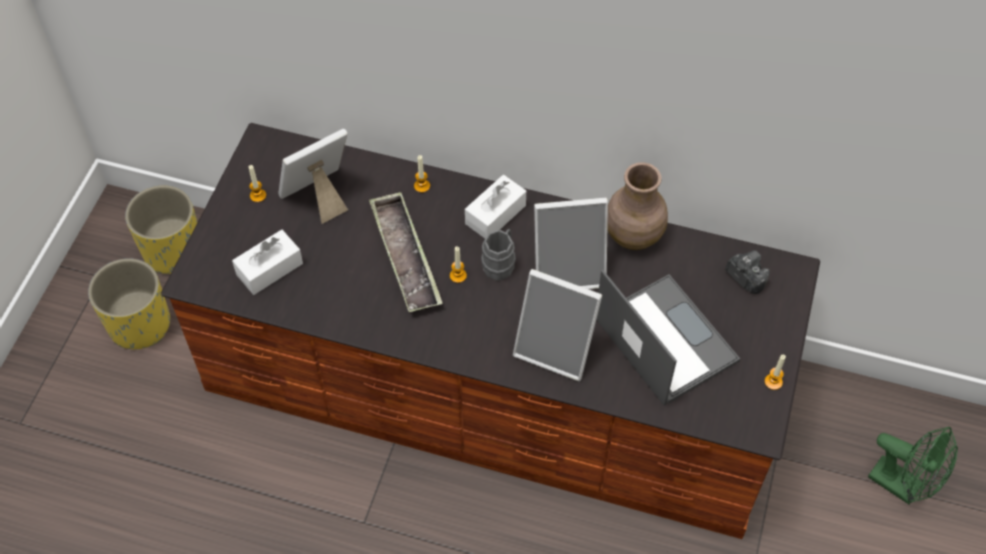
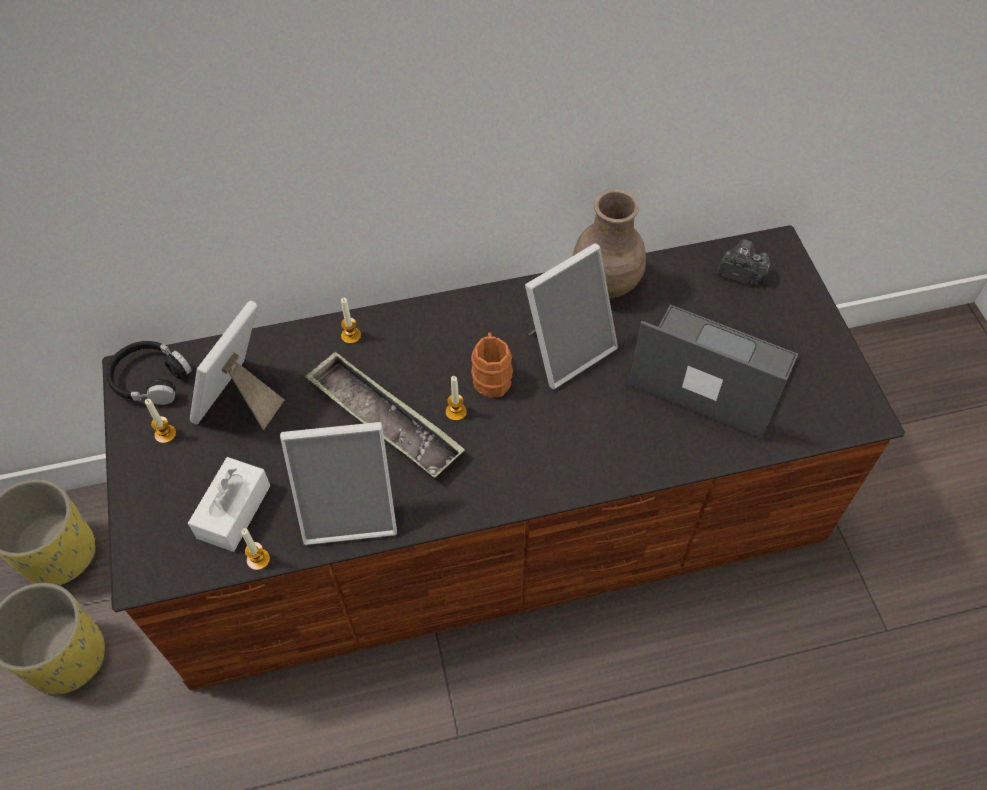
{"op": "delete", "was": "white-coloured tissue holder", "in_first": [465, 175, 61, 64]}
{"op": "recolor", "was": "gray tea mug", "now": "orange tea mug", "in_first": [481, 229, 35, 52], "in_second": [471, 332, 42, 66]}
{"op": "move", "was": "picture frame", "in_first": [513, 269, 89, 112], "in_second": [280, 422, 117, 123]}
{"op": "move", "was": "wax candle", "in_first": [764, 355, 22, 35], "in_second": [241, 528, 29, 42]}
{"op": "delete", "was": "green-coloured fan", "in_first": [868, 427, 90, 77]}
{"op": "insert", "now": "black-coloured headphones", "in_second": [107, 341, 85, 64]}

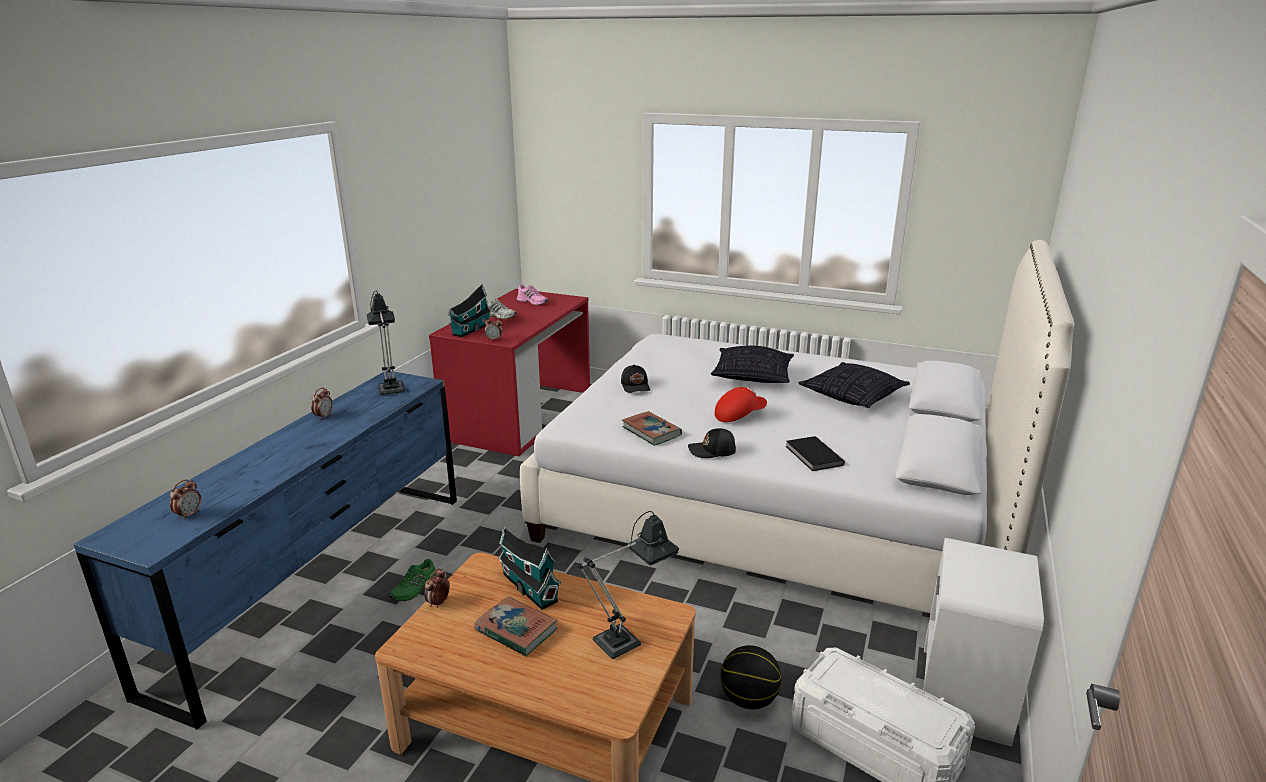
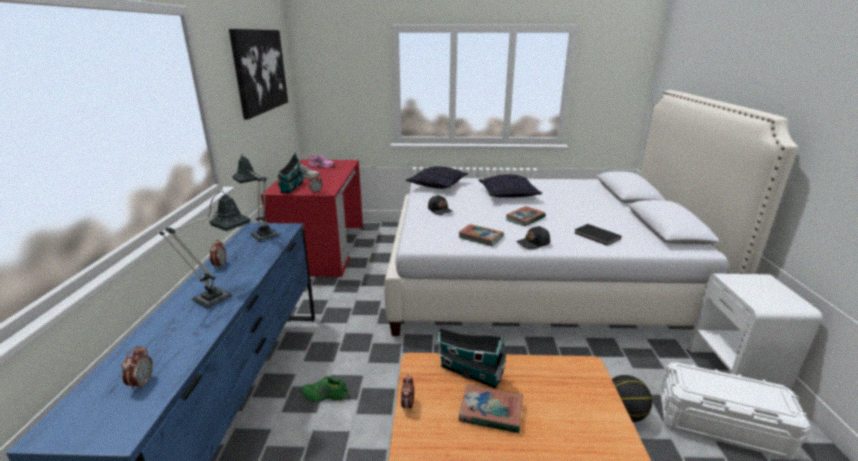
{"op": "move", "was": "cushion", "in_first": [799, 362, 111, 46], "in_second": [406, 166, 62, 23]}
{"op": "replace", "was": "red-coloured peaked cap", "now": "book", "in_first": [715, 387, 52, 35], "in_second": [506, 206, 40, 20]}
{"op": "move", "was": "lamp for a table", "in_first": [578, 511, 101, 148], "in_second": [160, 191, 90, 117]}
{"op": "rotate", "was": "green-coloured shoe", "in_first": [389, 559, 47, 42], "in_second": [301, 376, 48, 26], "clockwise": 75}
{"op": "insert", "now": "wall art", "in_second": [229, 29, 59, 90]}

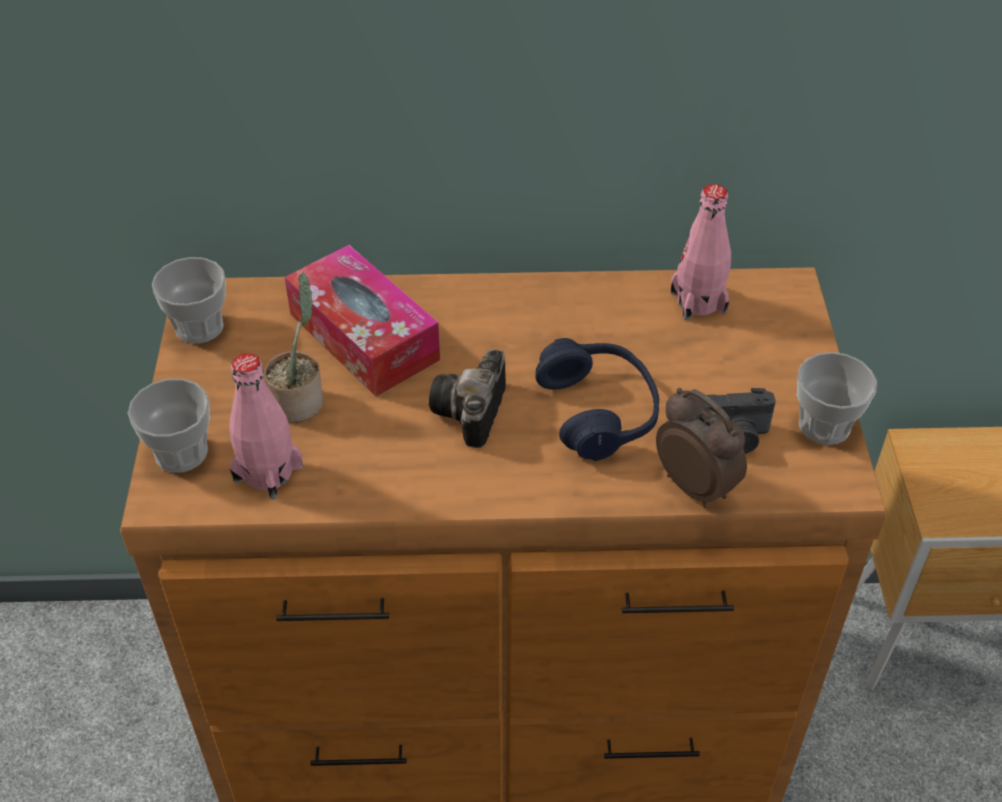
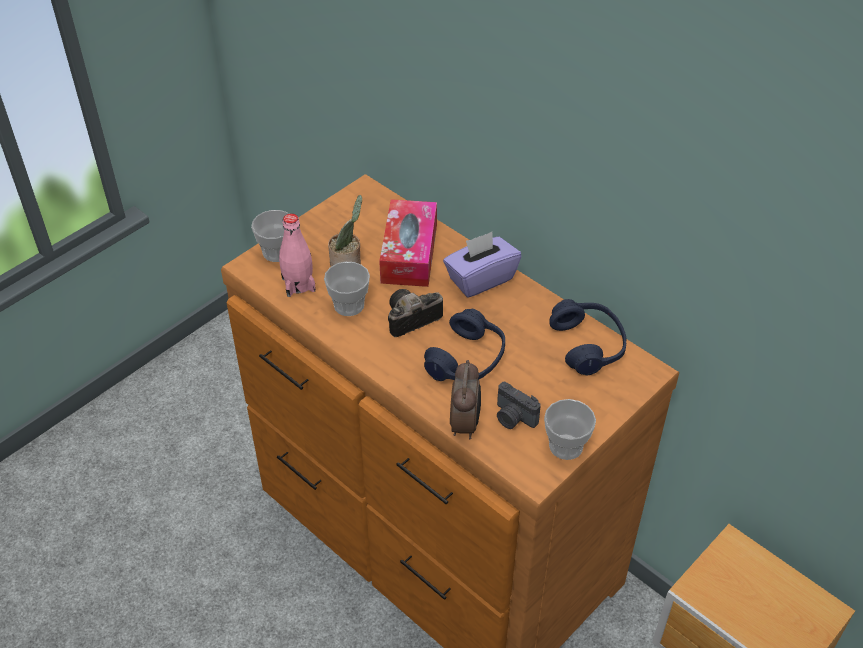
{"op": "replace", "was": "pinkish beverage bottle", "now": "bluish headphones", "in_first": [670, 184, 61, 136], "in_second": [550, 299, 76, 77]}
{"op": "move", "was": "small cup", "in_first": [152, 257, 74, 87], "in_second": [324, 262, 46, 54]}
{"op": "insert", "now": "purple-coloured tissue holder", "in_second": [443, 232, 79, 66]}

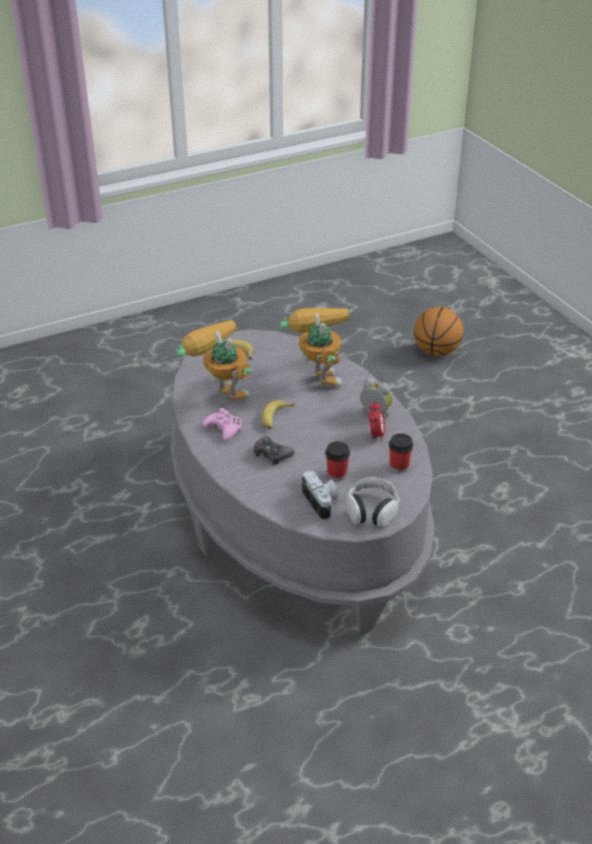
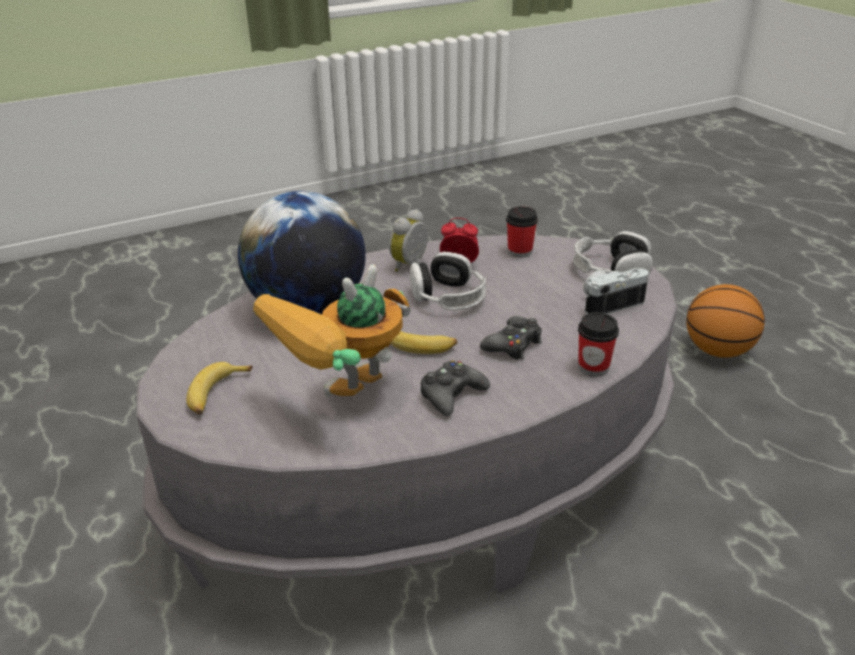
{"op": "move", "was": "basketball", "in_first": [414, 307, 49, 49], "in_second": [686, 284, 79, 74]}
{"op": "replace", "was": "robot figure", "now": "world globe", "in_first": [280, 308, 69, 80], "in_second": [238, 191, 128, 124]}
{"op": "recolor", "was": "pinkish gamepad", "now": "black-coloured gamepad", "in_first": [203, 408, 39, 33], "in_second": [421, 360, 69, 56]}
{"op": "move", "was": "small cup", "in_first": [325, 441, 25, 40], "in_second": [578, 312, 41, 65]}
{"op": "insert", "now": "headphones", "in_second": [410, 252, 76, 58]}

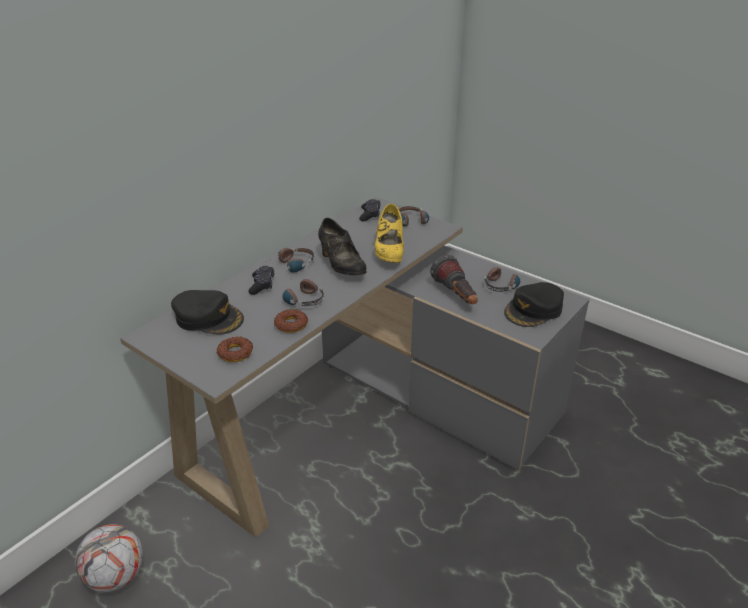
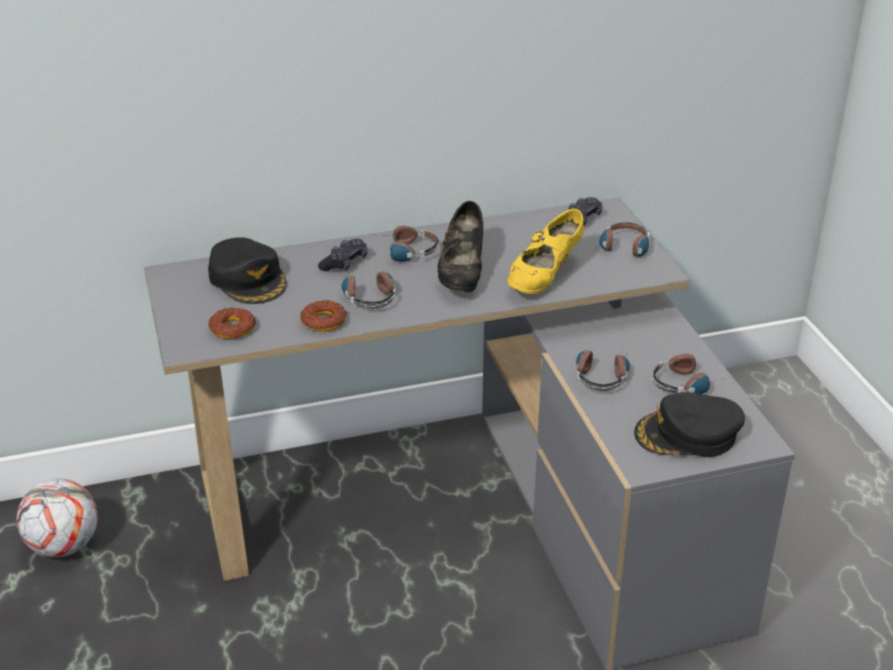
{"op": "replace", "was": "hand torch", "now": "headphones", "in_first": [430, 255, 48, 49], "in_second": [576, 350, 54, 41]}

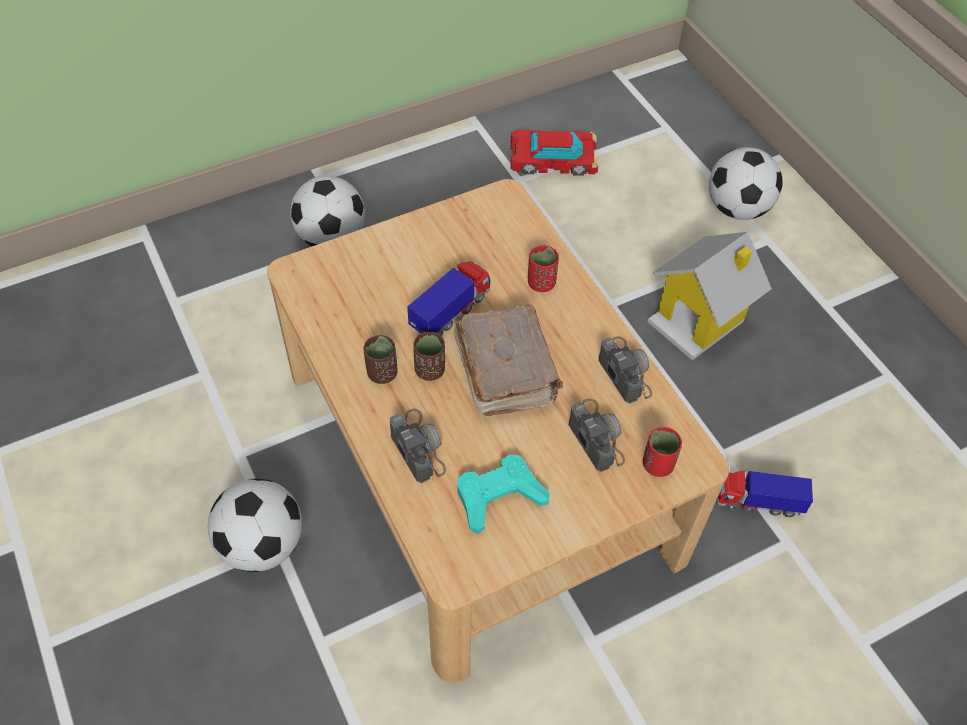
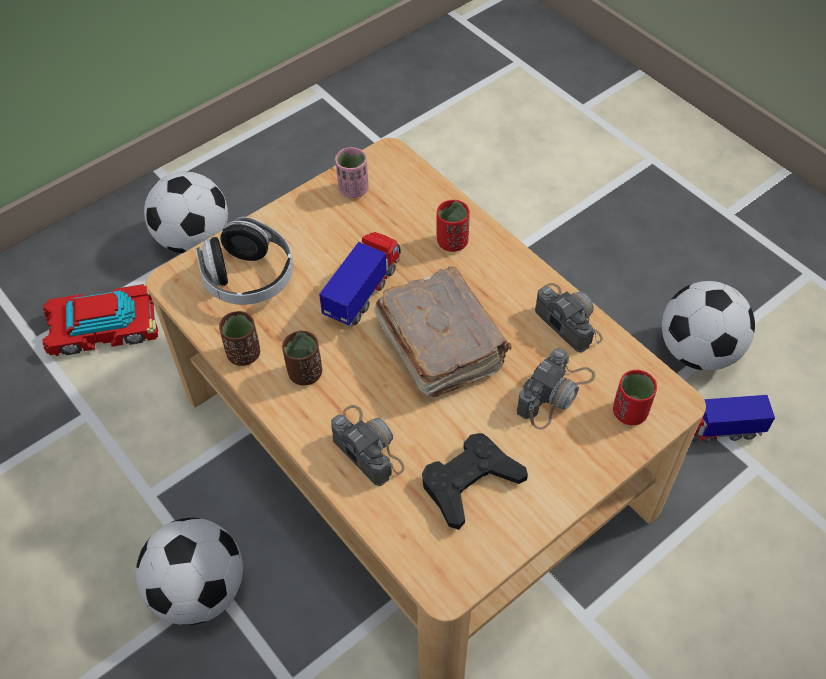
{"op": "move", "was": "miniature car", "in_first": [511, 130, 87, 46], "in_second": [43, 284, 115, 72]}
{"op": "move", "was": "ball for football", "in_first": [709, 147, 74, 73], "in_second": [662, 281, 93, 90]}
{"op": "delete", "was": "model house", "in_first": [648, 232, 124, 128]}
{"op": "move", "was": "brownish small cup", "in_first": [413, 332, 32, 49], "in_second": [219, 311, 41, 55]}
{"op": "rotate", "was": "photo camera", "in_first": [569, 398, 56, 74], "in_second": [517, 348, 78, 82], "clockwise": 75}
{"op": "recolor", "was": "blue-green gamepad", "now": "black-coloured gamepad", "in_first": [458, 455, 92, 79], "in_second": [422, 433, 106, 97]}
{"op": "insert", "now": "pinkish small cup", "in_second": [335, 147, 34, 51]}
{"op": "insert", "now": "headphones", "in_second": [195, 217, 98, 88]}

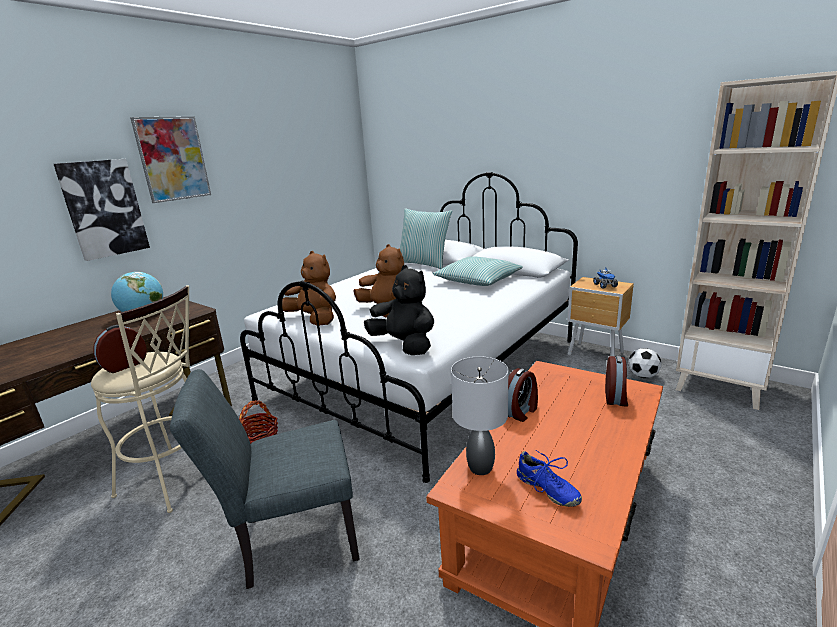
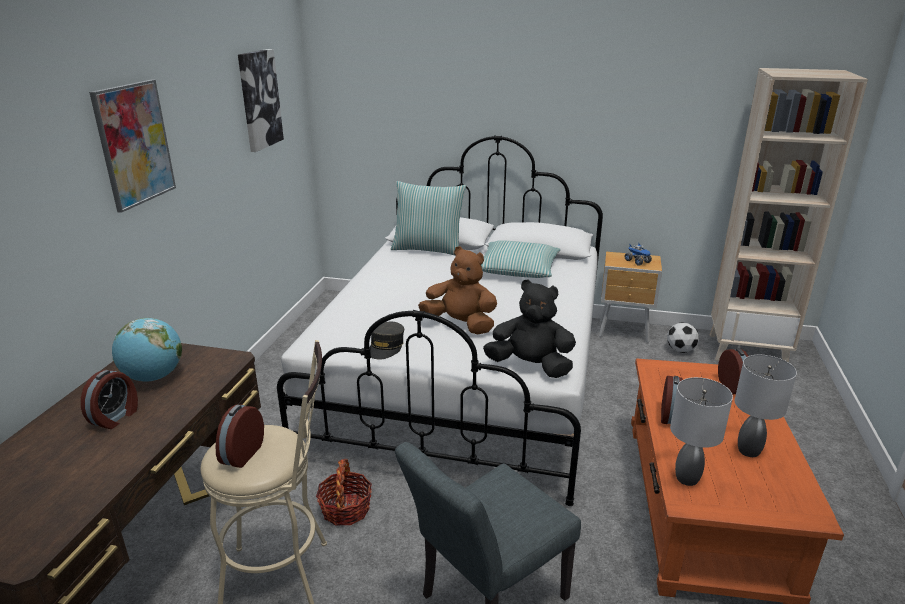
{"op": "move", "was": "wall art", "in_first": [54, 159, 96, 102], "in_second": [238, 49, 46, 103]}
{"op": "replace", "was": "brownish soft toy", "now": "gray peaked cap", "in_first": [282, 251, 54, 74], "in_second": [370, 322, 34, 38]}
{"op": "delete", "was": "bluish shoe", "in_first": [517, 450, 65, 57]}
{"op": "insert", "now": "gray lamp for a table", "in_second": [735, 355, 62, 102]}
{"op": "insert", "now": "alarm clock", "in_second": [81, 370, 57, 59]}

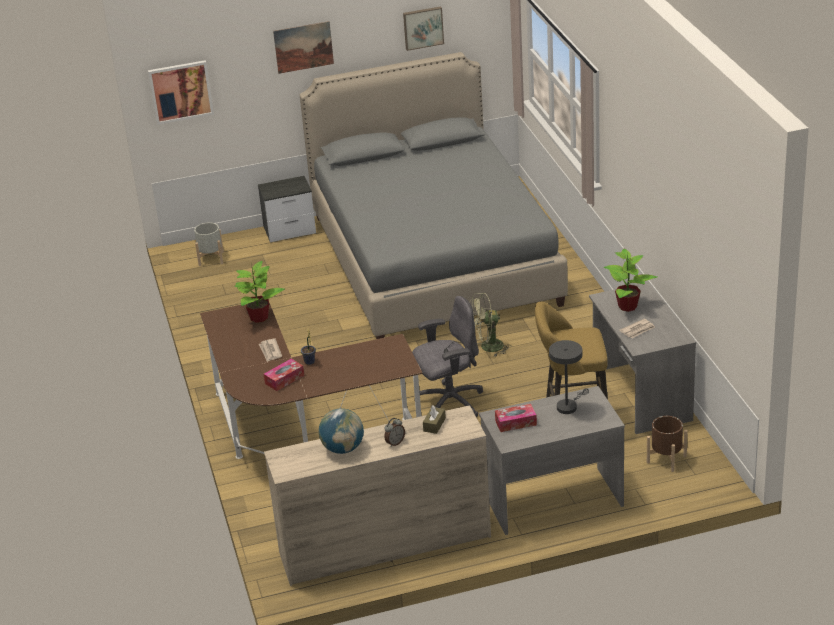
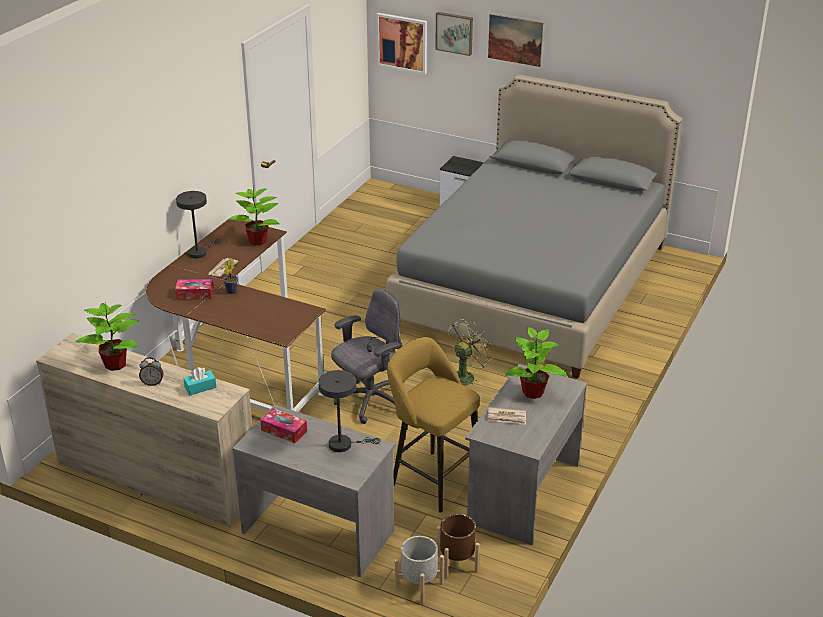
{"op": "move", "was": "wall art", "in_first": [403, 6, 41, 45], "in_second": [435, 12, 38, 44]}
{"op": "move", "was": "gray planter", "in_first": [194, 222, 30, 44], "in_second": [395, 536, 49, 68]}
{"op": "rotate", "was": "green-coloured fan", "in_first": [471, 293, 40, 64], "in_second": [448, 319, 46, 67], "clockwise": 105}
{"op": "rotate", "was": "gray office chair", "in_first": [412, 296, 71, 121], "in_second": [331, 289, 72, 135], "clockwise": -60}
{"op": "recolor", "was": "brownish tissue holder", "now": "blue-green tissue holder", "in_first": [423, 405, 23, 29], "in_second": [183, 367, 33, 29]}
{"op": "replace", "was": "world globe", "now": "houseplant", "in_first": [319, 408, 45, 46], "in_second": [75, 301, 64, 70]}
{"op": "insert", "now": "gray lamp for a table", "in_second": [176, 191, 45, 68]}

